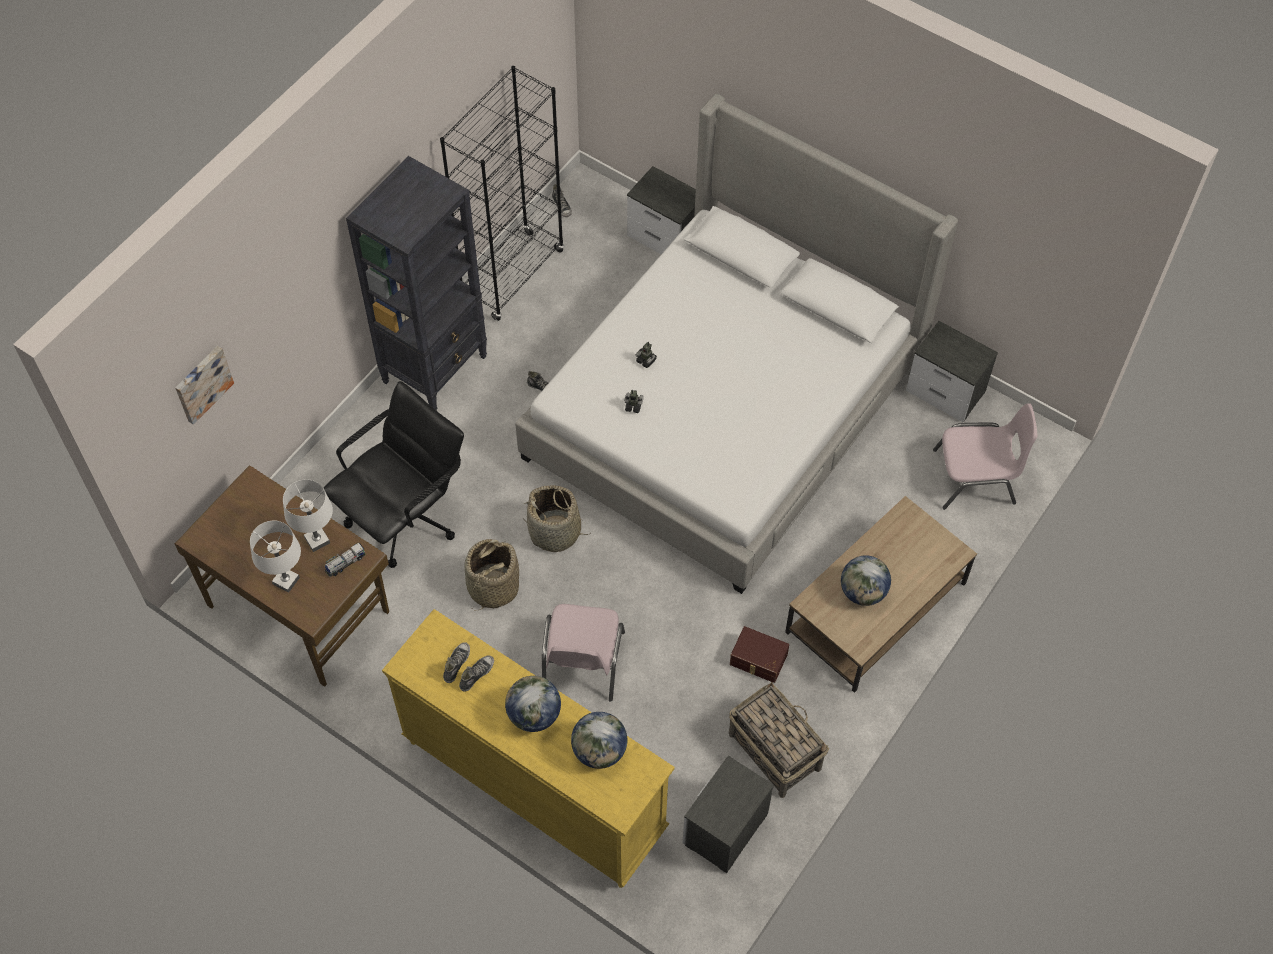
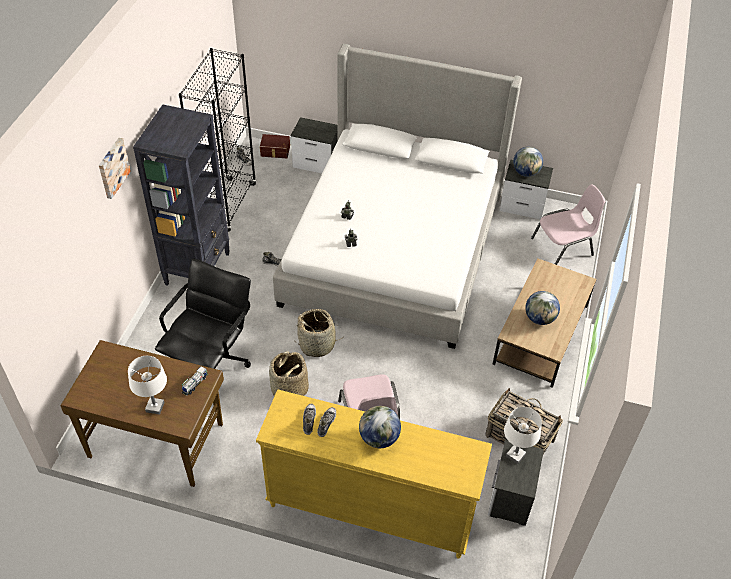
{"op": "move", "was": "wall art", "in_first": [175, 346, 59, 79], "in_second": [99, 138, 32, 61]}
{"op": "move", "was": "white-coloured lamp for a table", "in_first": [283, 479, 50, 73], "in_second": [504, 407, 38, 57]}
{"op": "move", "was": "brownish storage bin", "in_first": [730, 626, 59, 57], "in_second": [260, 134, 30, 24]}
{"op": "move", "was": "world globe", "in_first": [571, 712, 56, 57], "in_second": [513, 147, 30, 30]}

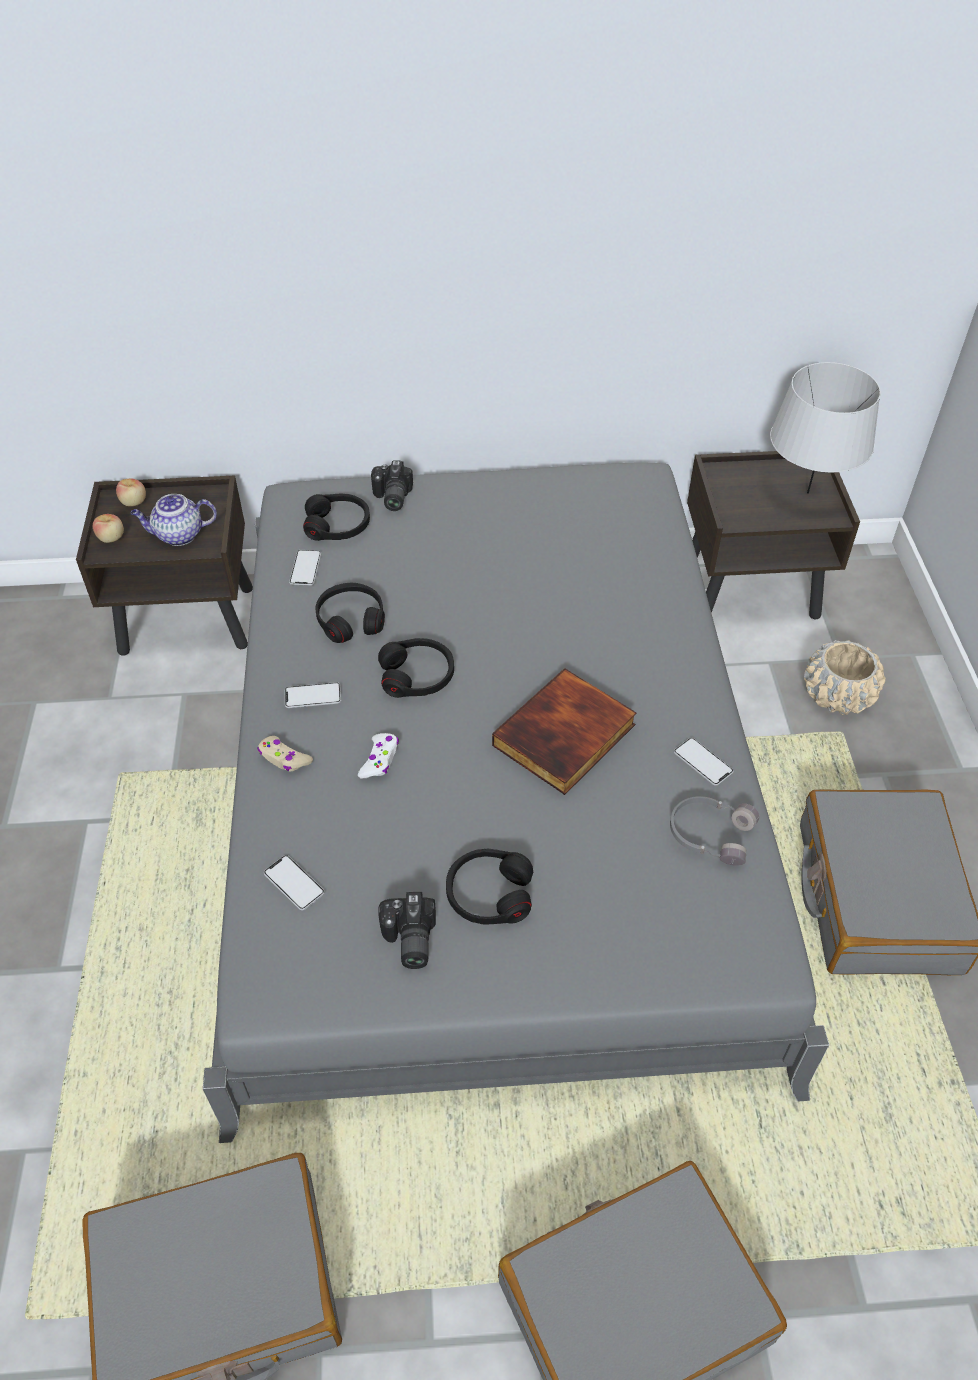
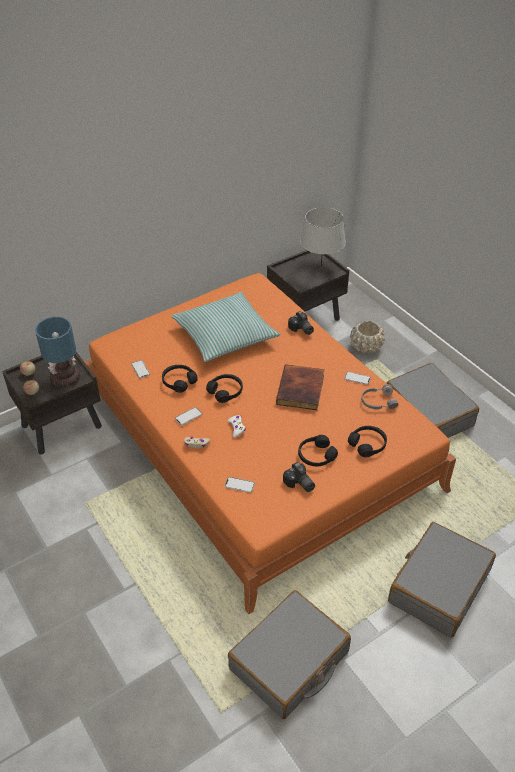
{"op": "move", "was": "photo camera", "in_first": [371, 460, 42, 51], "in_second": [288, 311, 26, 24]}
{"op": "recolor", "was": "gray bedroom bed", "now": "orange bedroom bed", "in_first": [203, 463, 626, 680], "in_second": [84, 273, 372, 341]}
{"op": "move", "was": "black-coloured headphones", "in_first": [303, 493, 67, 48], "in_second": [348, 426, 39, 31]}
{"op": "replace", "was": "pot for tea", "now": "lamp for a table", "in_first": [130, 494, 87, 52], "in_second": [35, 317, 45, 70]}
{"op": "insert", "now": "cushion", "in_second": [171, 292, 110, 70]}

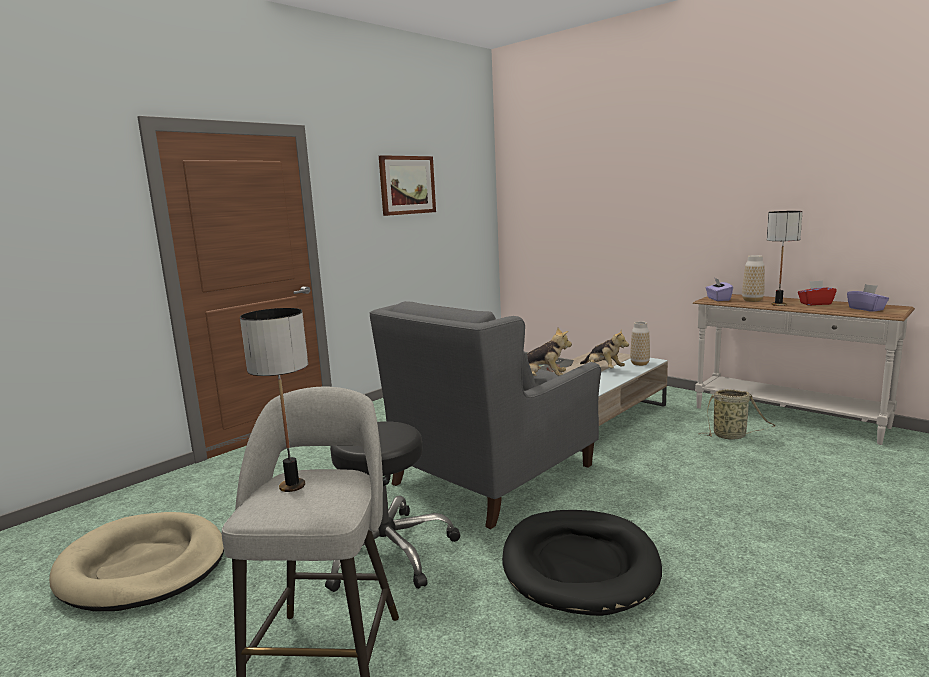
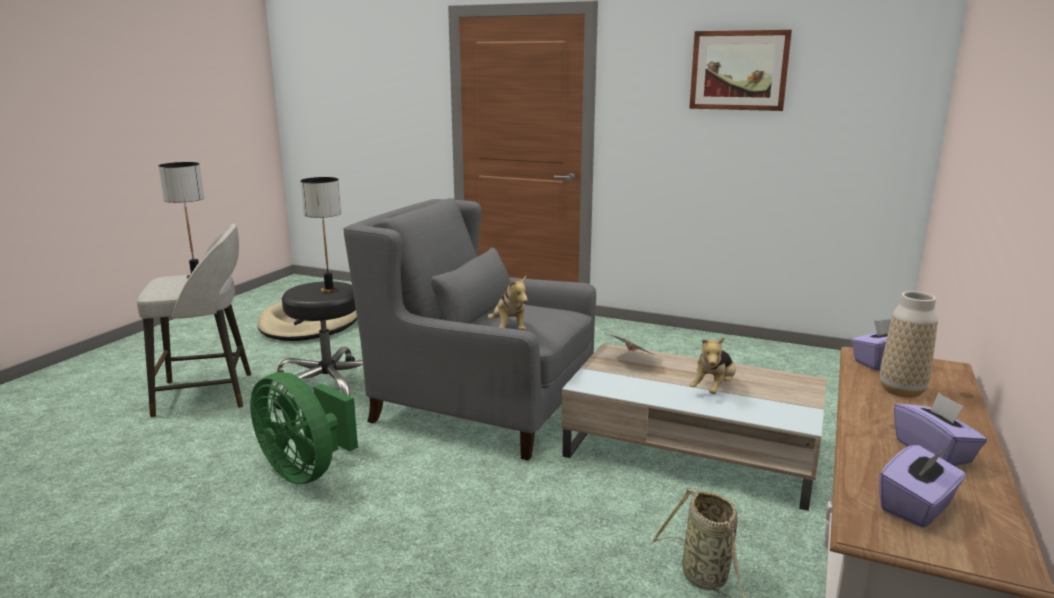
{"op": "move", "was": "lamp for a table", "in_first": [767, 211, 36, 95], "in_second": [300, 177, 41, 116]}
{"op": "recolor", "was": "red-coloured tissue holder", "now": "purple-coloured tissue holder", "in_first": [798, 280, 39, 25], "in_second": [894, 392, 93, 74]}
{"op": "delete", "was": "vase", "in_first": [630, 321, 20, 45]}
{"op": "replace", "was": "black-coloured pet bed", "now": "green-coloured fan", "in_first": [502, 510, 160, 106], "in_second": [250, 372, 108, 113]}

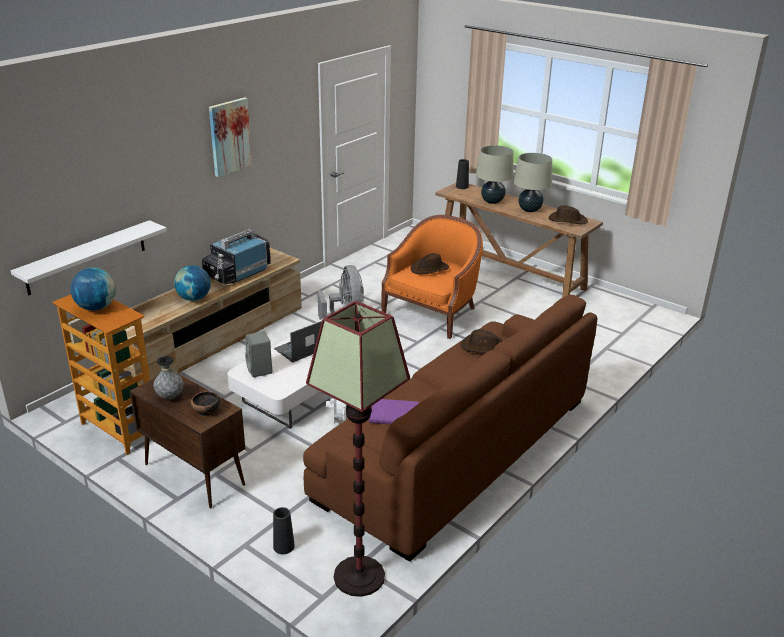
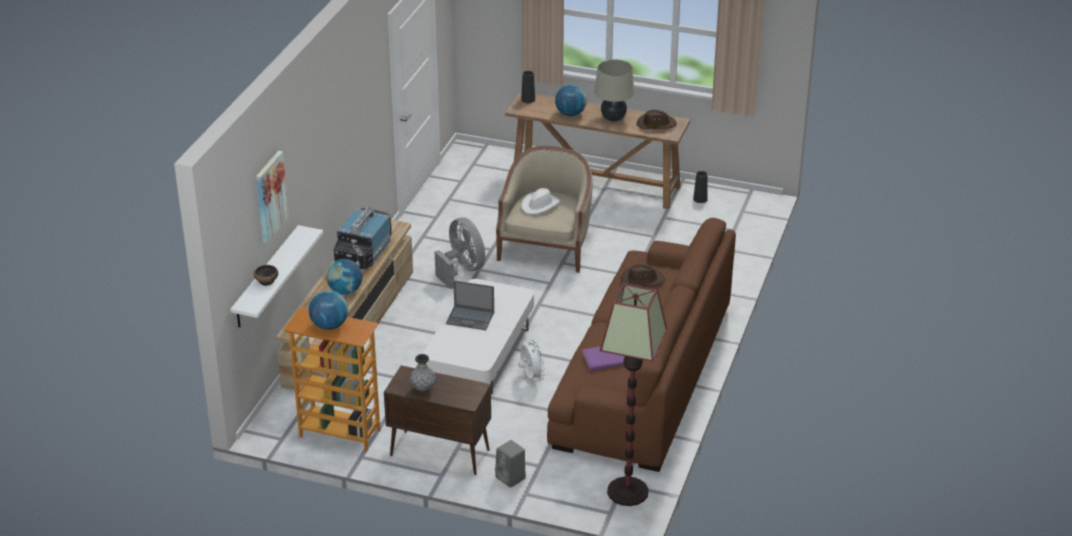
{"op": "move", "was": "wall art", "in_first": [209, 97, 43, 80], "in_second": [256, 151, 33, 92]}
{"op": "replace", "was": "beige lamp for a table", "now": "world globe", "in_first": [476, 145, 38, 59], "in_second": [555, 85, 32, 31]}
{"op": "recolor", "was": "orange easy chair", "now": "beige easy chair", "in_first": [381, 215, 102, 124], "in_second": [496, 146, 97, 127]}
{"op": "recolor", "was": "brownish clothing hat", "now": "white-coloured clothing hat", "in_first": [411, 253, 38, 21], "in_second": [522, 188, 38, 26]}
{"op": "rotate", "was": "laptop", "in_first": [274, 321, 48, 42], "in_second": [446, 281, 48, 49], "clockwise": -105}
{"op": "move", "was": "gray loudspeaker", "in_first": [245, 331, 28, 46], "in_second": [495, 440, 31, 48]}
{"op": "move", "was": "deep dish", "in_first": [191, 391, 29, 25], "in_second": [254, 265, 24, 21]}
{"op": "move", "was": "black-coloured vase", "in_first": [273, 507, 22, 47], "in_second": [693, 171, 15, 32]}

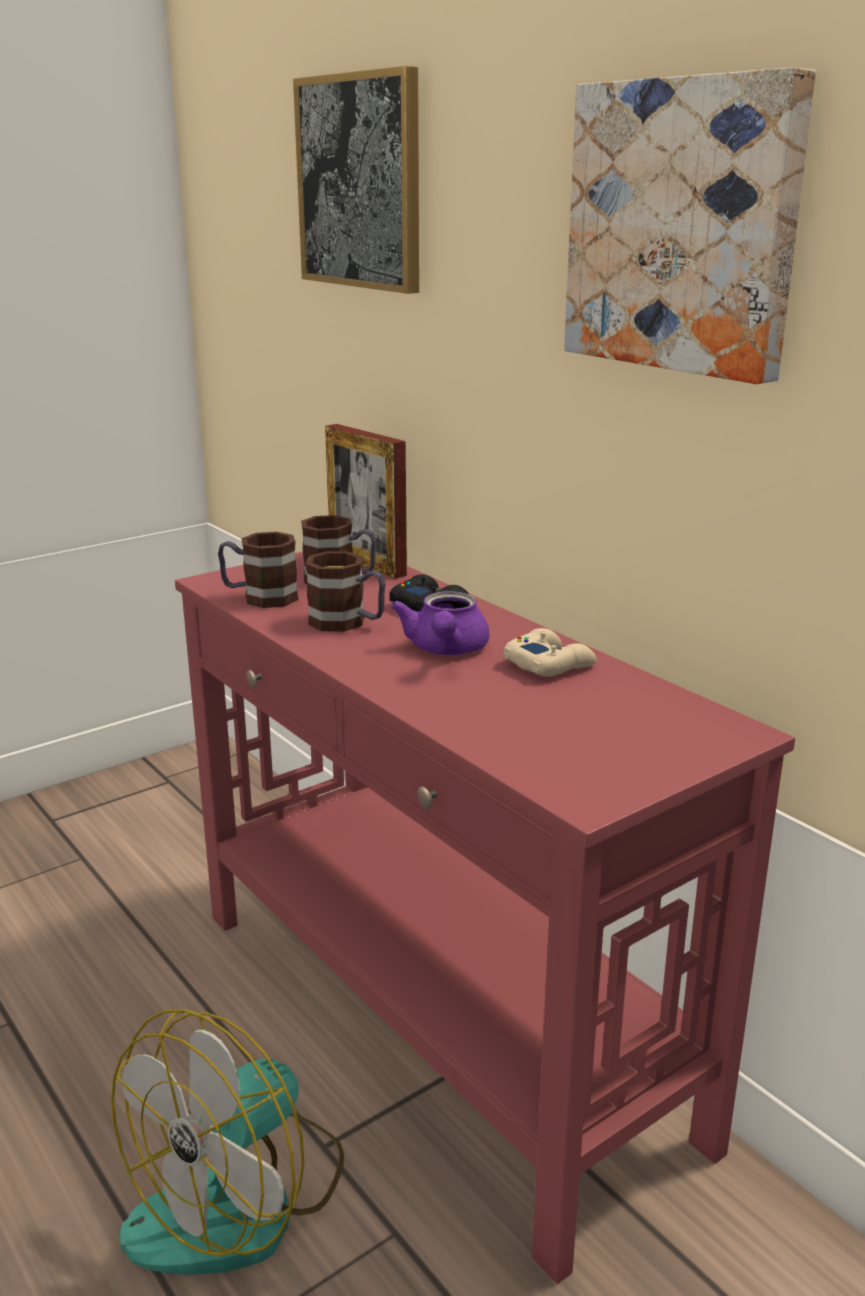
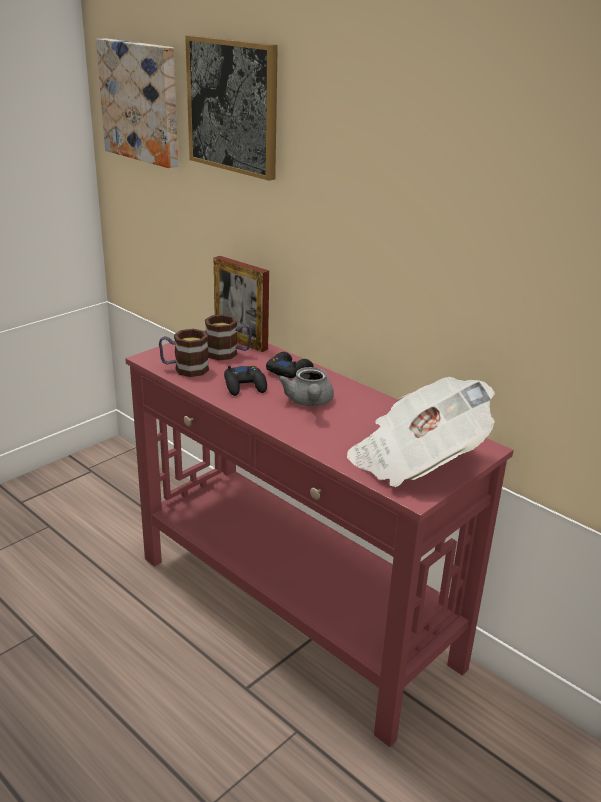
{"op": "move", "was": "wall art", "in_first": [564, 67, 252, 317], "in_second": [96, 39, 82, 129]}
{"op": "replace", "was": "tea mug", "now": "black-coloured gamepad", "in_first": [305, 551, 81, 81], "in_second": [224, 366, 43, 30]}
{"op": "recolor", "was": "purple-coloured pot for tea", "now": "gray pot for tea", "in_first": [391, 591, 98, 64], "in_second": [278, 367, 56, 39]}
{"op": "delete", "was": "beige gamepad", "in_first": [503, 628, 94, 49]}
{"op": "delete", "was": "fan", "in_first": [111, 1009, 233, 266]}
{"op": "insert", "now": "printed paper", "in_second": [347, 377, 148, 110]}

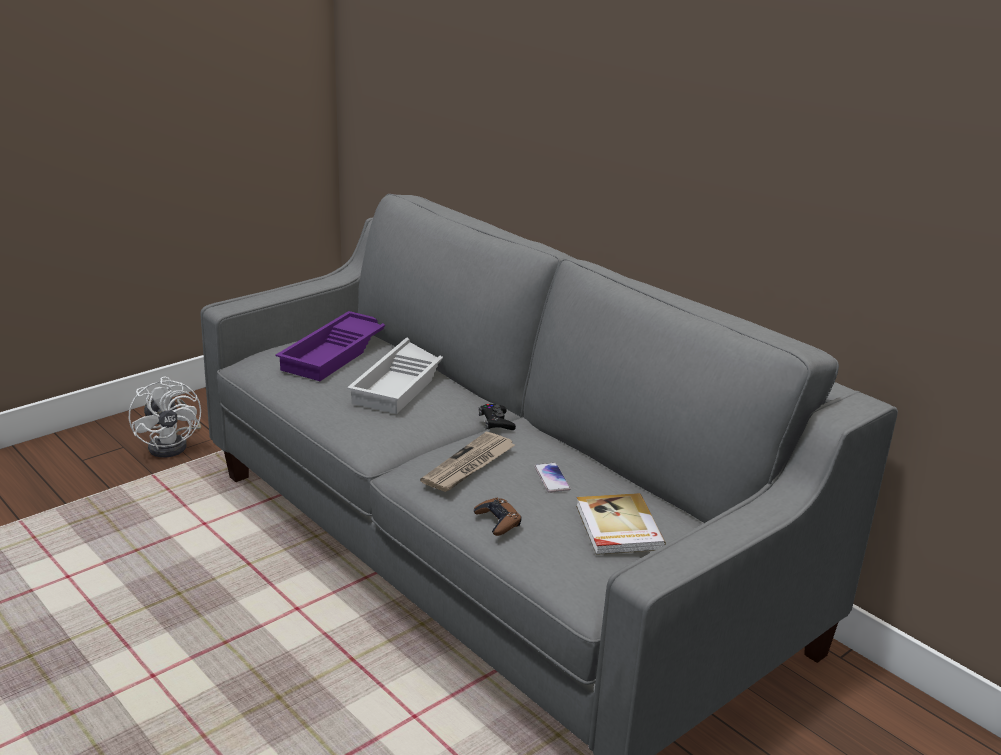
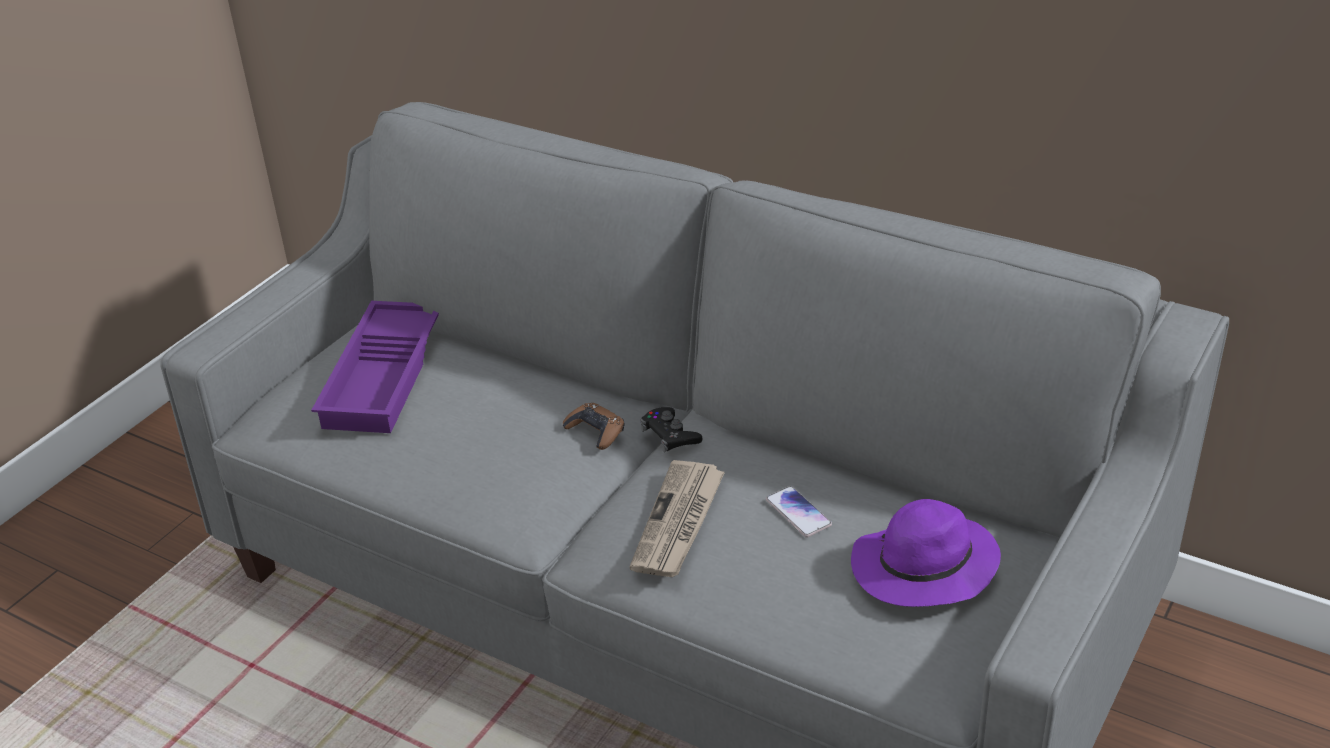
{"op": "delete", "was": "white-coloured carrying tray", "in_first": [347, 337, 96, 77]}
{"op": "delete", "was": "white-coloured fan", "in_first": [129, 376, 72, 82]}
{"op": "replace", "was": "book", "now": "purple-coloured clothing hat", "in_first": [576, 493, 90, 62], "in_second": [851, 499, 150, 108]}
{"op": "move", "was": "brownish gamepad", "in_first": [474, 498, 47, 38], "in_second": [563, 403, 61, 47]}

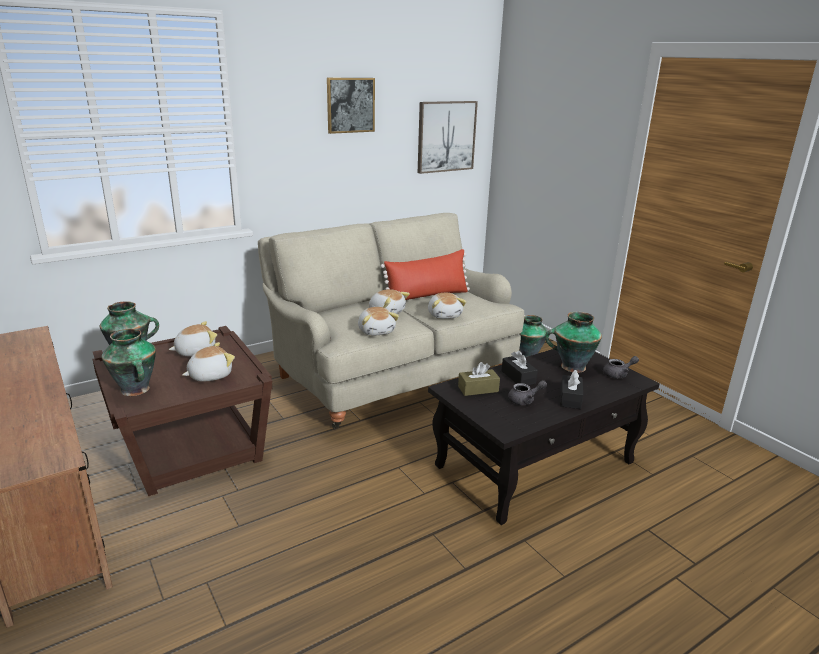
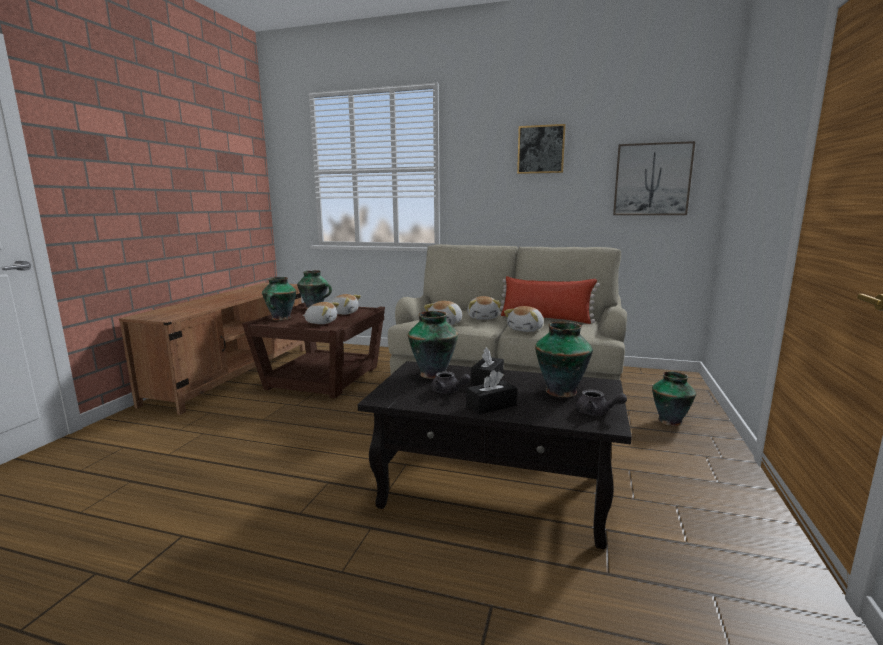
{"op": "replace", "was": "brownish tissue holder", "now": "vase", "in_first": [458, 362, 42, 34], "in_second": [408, 311, 50, 68]}

